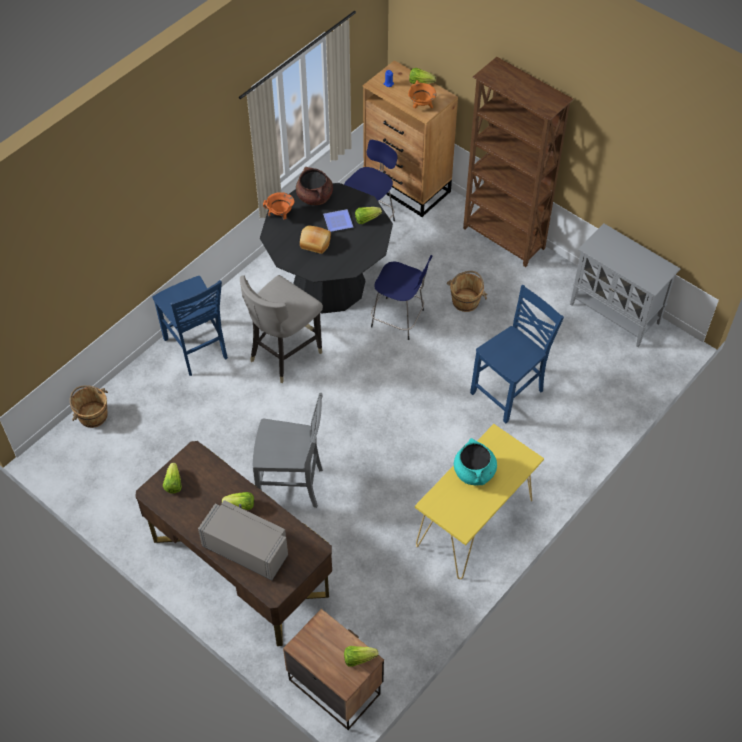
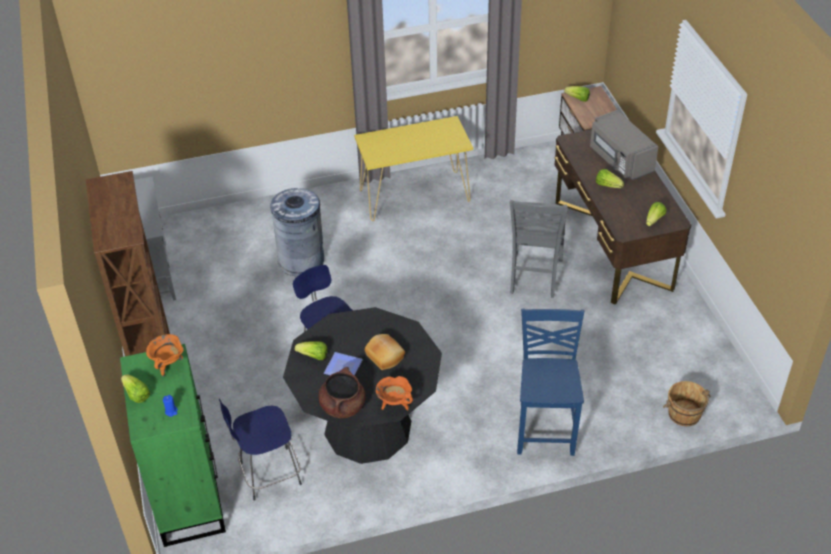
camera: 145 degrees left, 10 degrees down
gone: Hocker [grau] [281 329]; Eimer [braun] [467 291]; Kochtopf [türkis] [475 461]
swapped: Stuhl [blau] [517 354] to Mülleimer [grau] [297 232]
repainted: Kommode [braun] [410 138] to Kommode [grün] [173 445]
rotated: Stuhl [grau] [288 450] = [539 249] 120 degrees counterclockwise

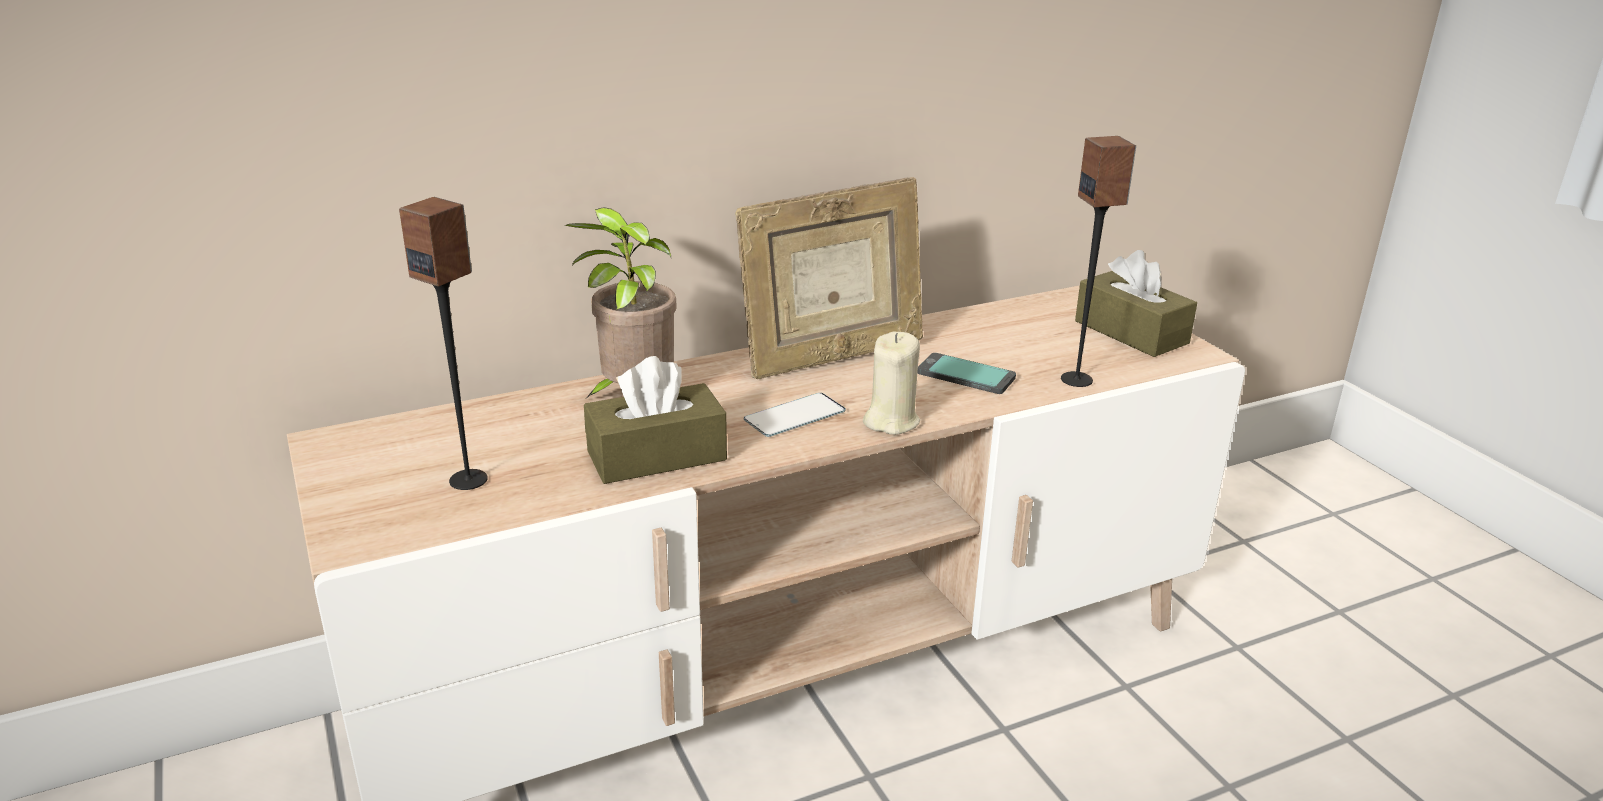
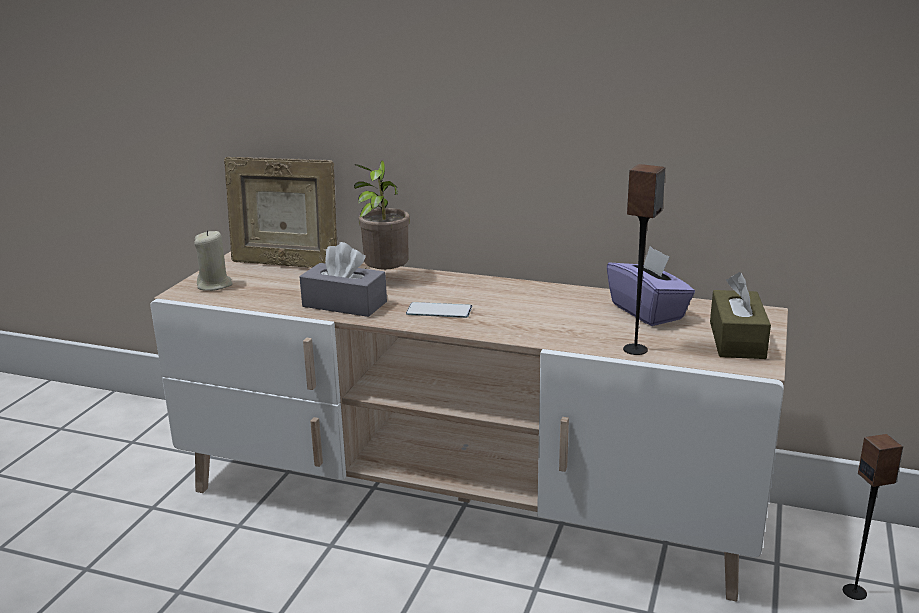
camera: 45 degrees right, 5 degrees down
gone: Handy [966 373]
new: Taschentuchbox [lila] [651 286]
shifted: Lautsprecher [443 343] to [873 517]; Bilderrahmen [829 278] to [280 212]; Kerze [beige] [891 383] to [213 260]
repainted: Taschentuchbox [braun] [655 420] to Taschentuchbox [grau] [343 279]

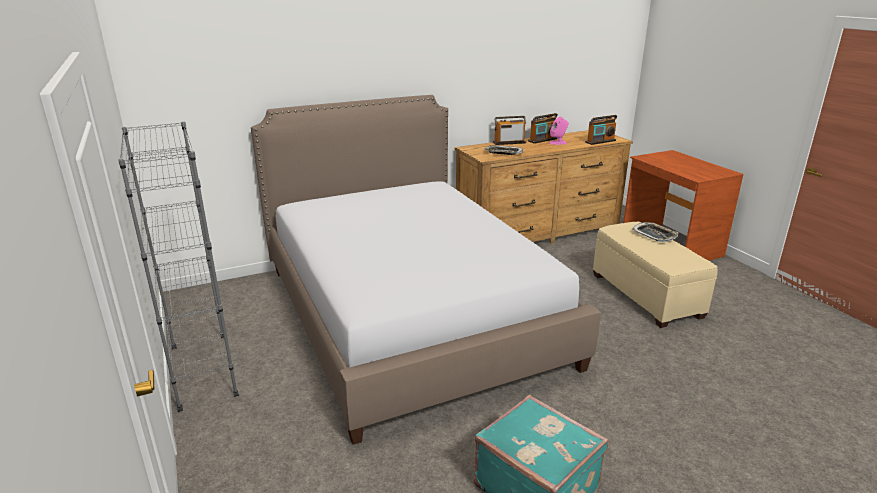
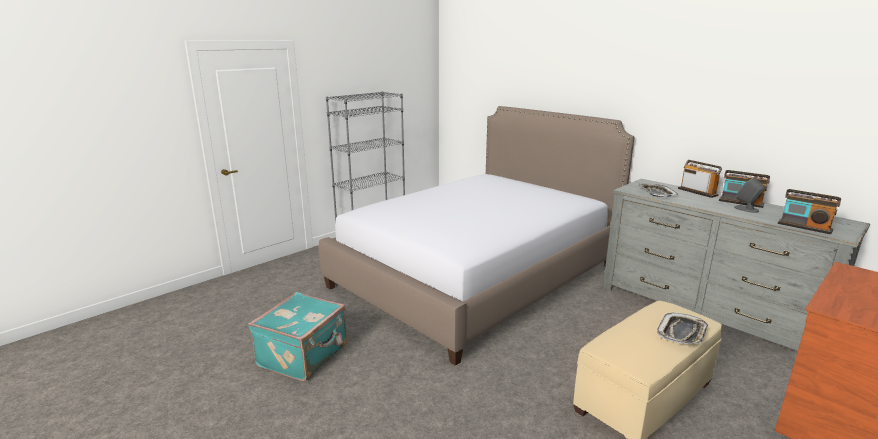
camera: 70 degrees right, 5 degrees down
repainted: Kommode [braun] [544 187] to Kommode [grau] [736 265]; Lautsprecher [rosa] [559 131] to Lautsprecher [grau] [749 195]

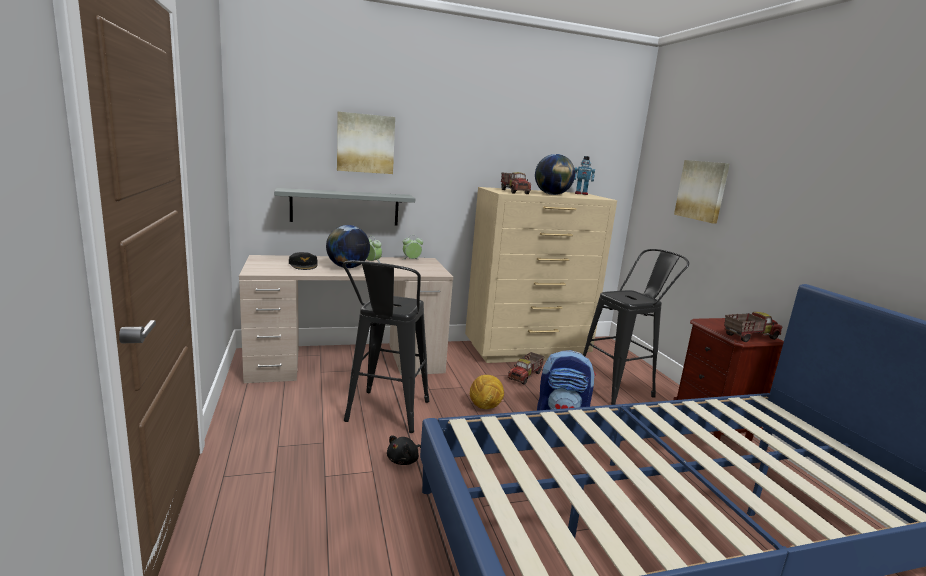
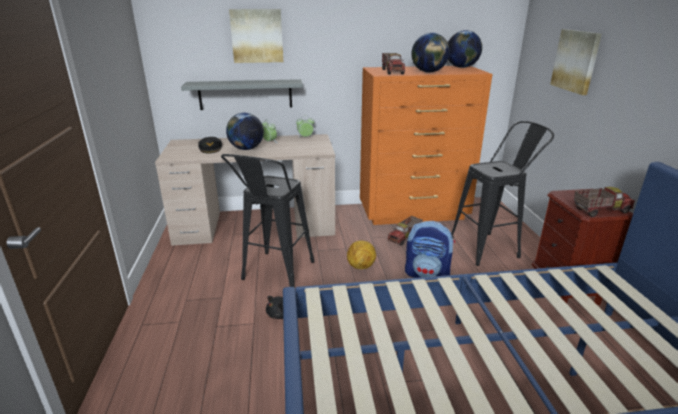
camera: 10 degrees right, 10 degrees up
swapped: Spielzeugroboter [584 175] to Globus [465 49]
repainted: Kommode [beige] [541 275] to Kommode [orange] [426 145]

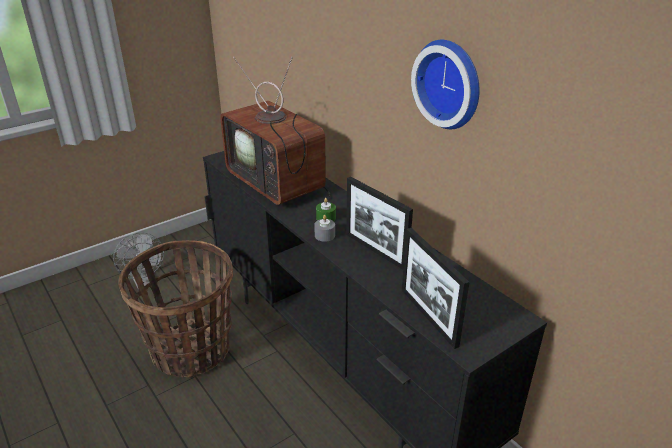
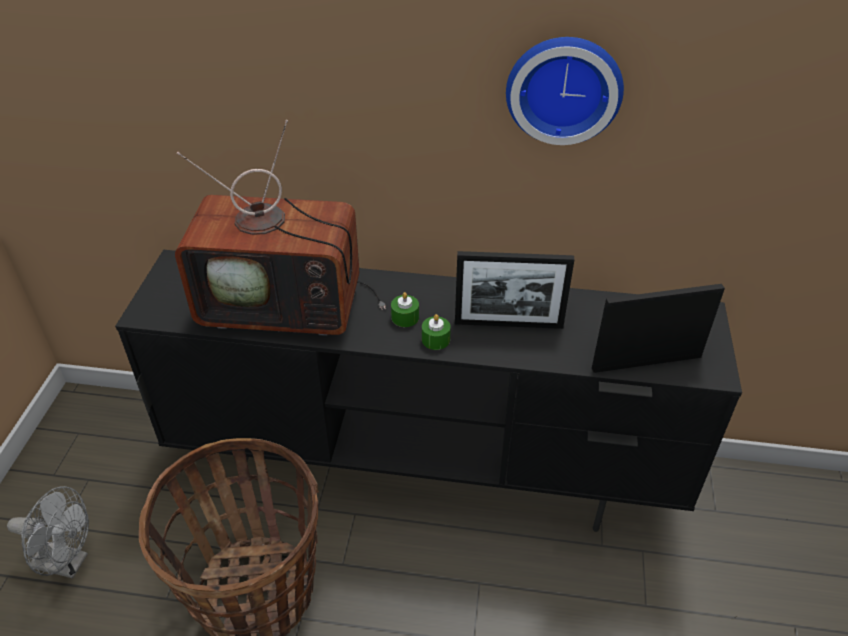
camera: 45 degrees left, 10 degrees up
repainted: Kerze [grau] [324 228] to Kerze [grün] [436 332]
rotated: Bilderrahmen [435 288] = [658 328] 150 degrees clockwise

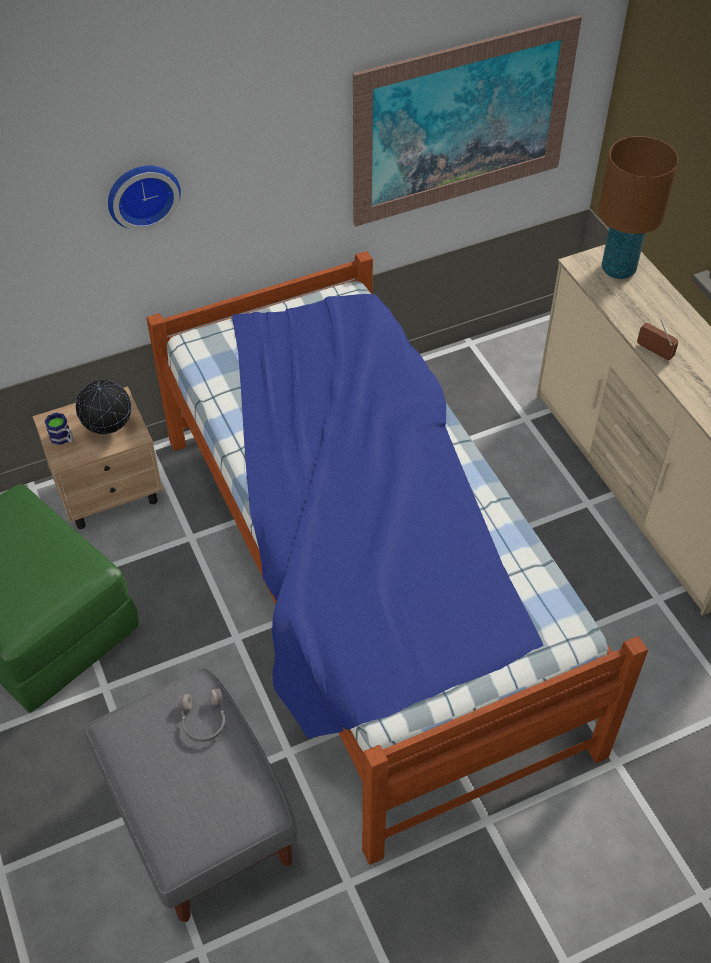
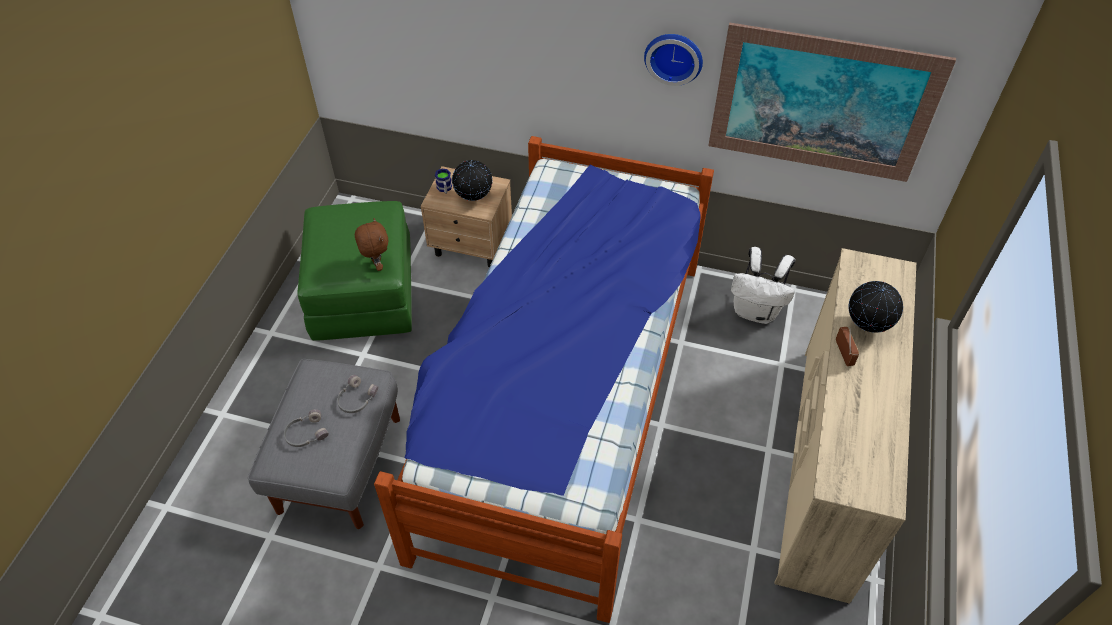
camera: 40 degrees right, 0 degrees up
gone: Tischlampe [braun] [638 207]
new: Kopfhörer [grau] [306 428]; Plüschtier [braun] [371 244]; Rucksack [weiß] [763 285]; Globus [875 307]
shifted: Wanduhr [144 198] to [673 60]

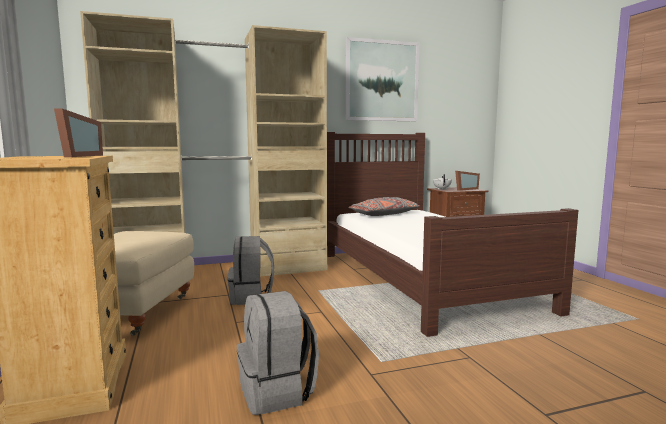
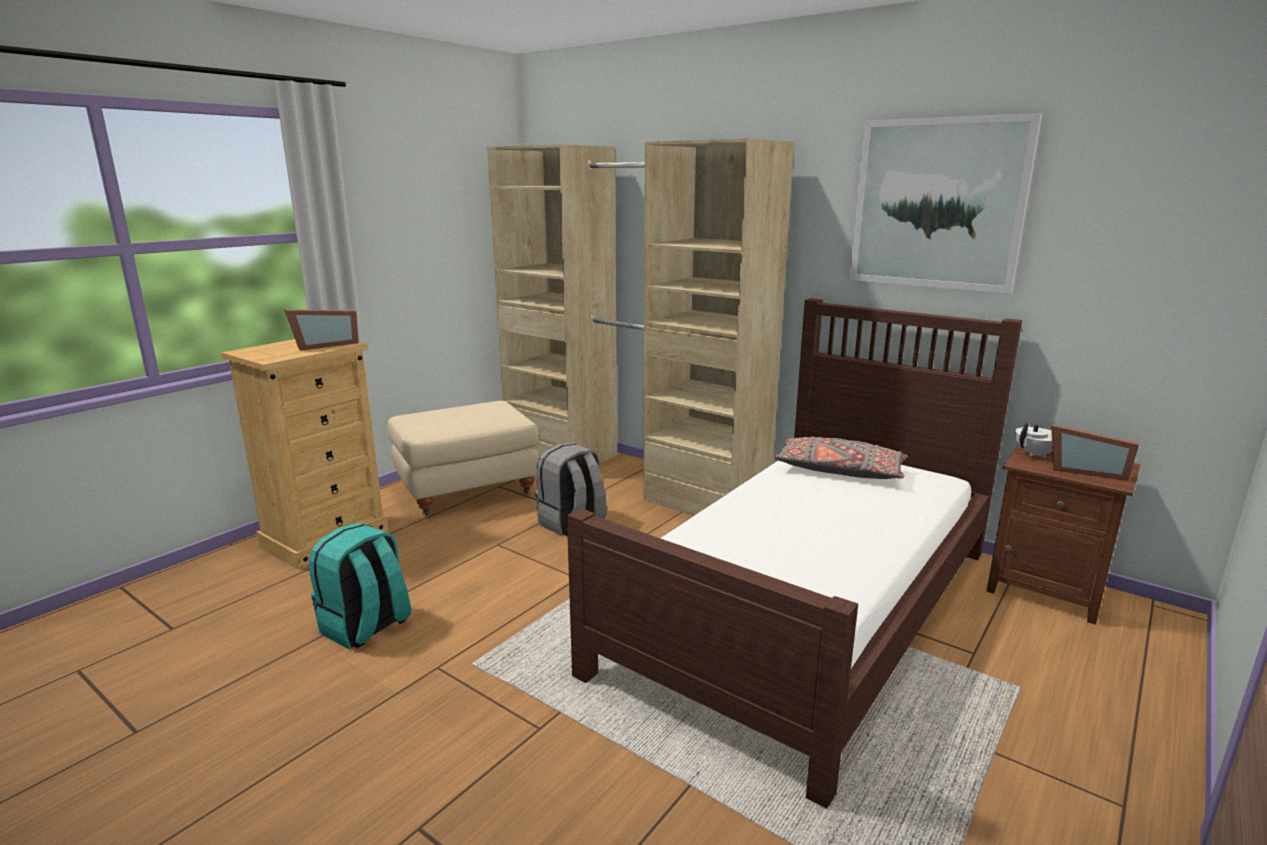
camera: 55 degrees right, 10 degrees up
repainted: Rucksack [grau] [278 353] to Rucksack [türkis] [360 586]

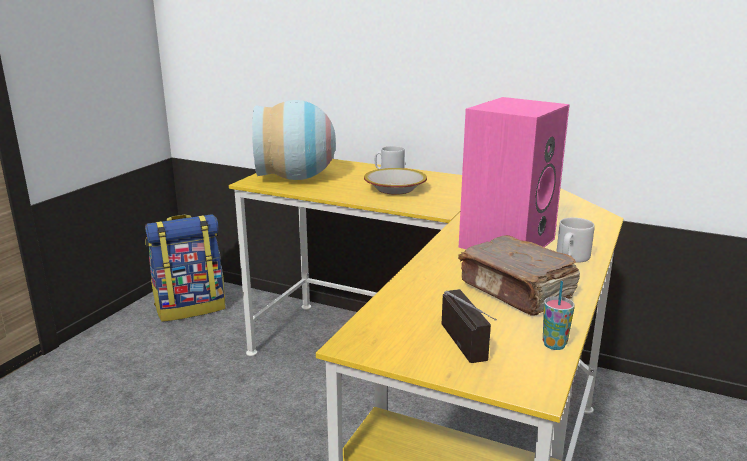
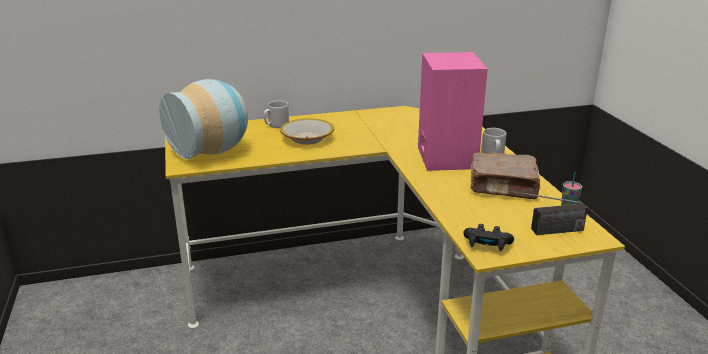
camera: 40 degrees left, 5 degrees up
gone: Rucksack [185 268]
new: Gamepad [schwarz] [488 238]
rotated: Radio [469 326] = [549 213] 135 degrees clockwise

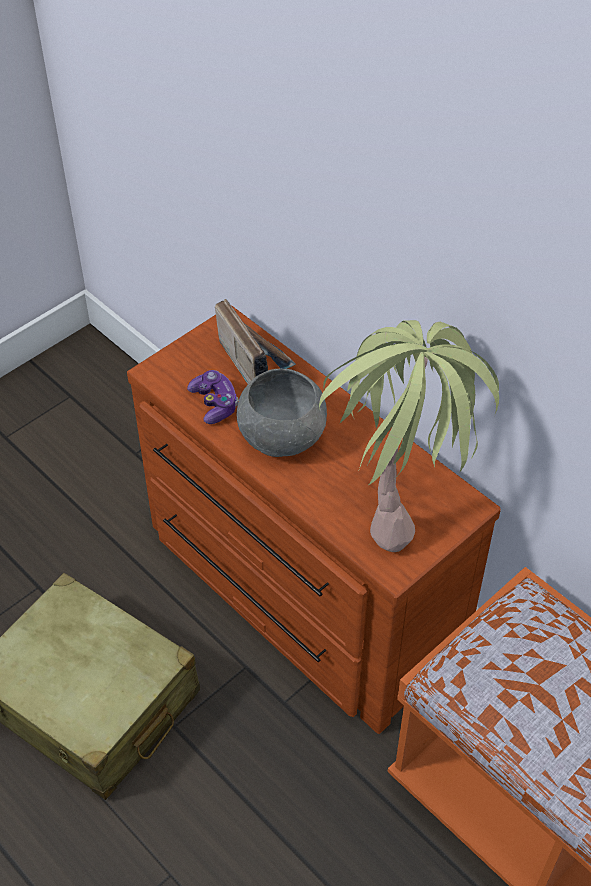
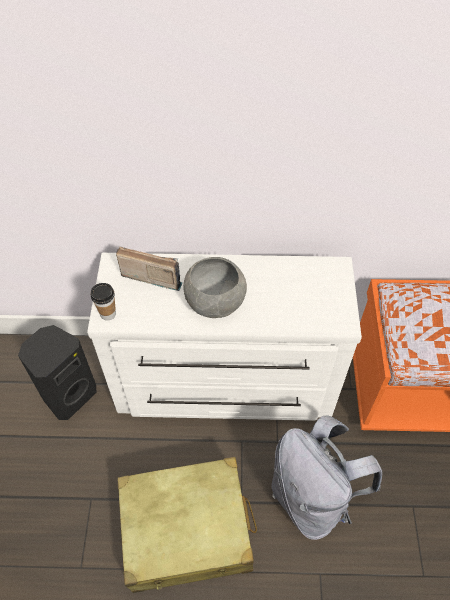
camera: 45 degrees left, 5 degrees up
gone: Gamepad [213 397]; Topfpflanze [409 436]
new: Lautsprecher [schwarz] [57 372]; Tasse [103 302]; Rucksack [grau] [326 477]
repainted: Kommode [braun] [314 520] to Kommode [weiß] [224 337]

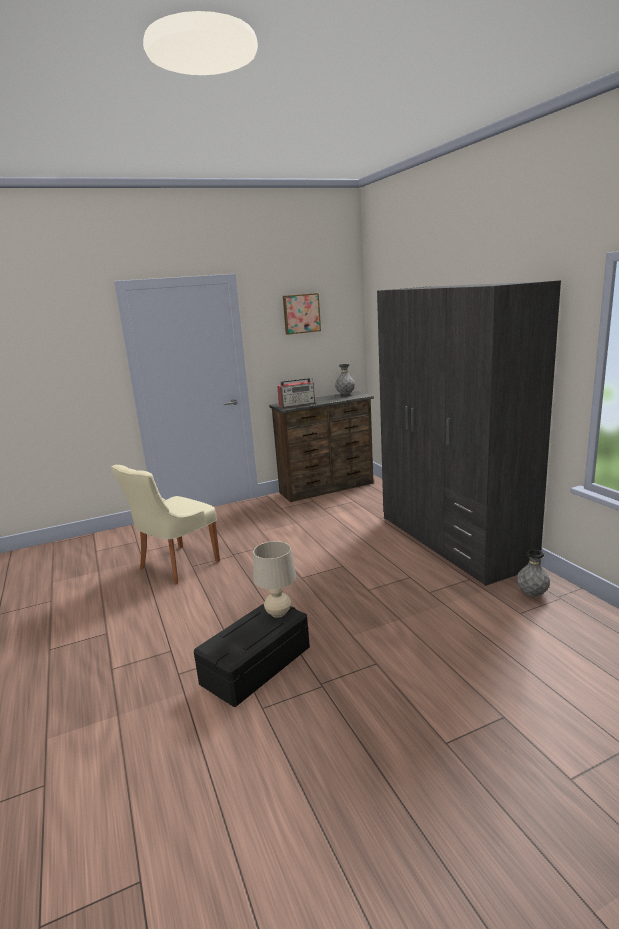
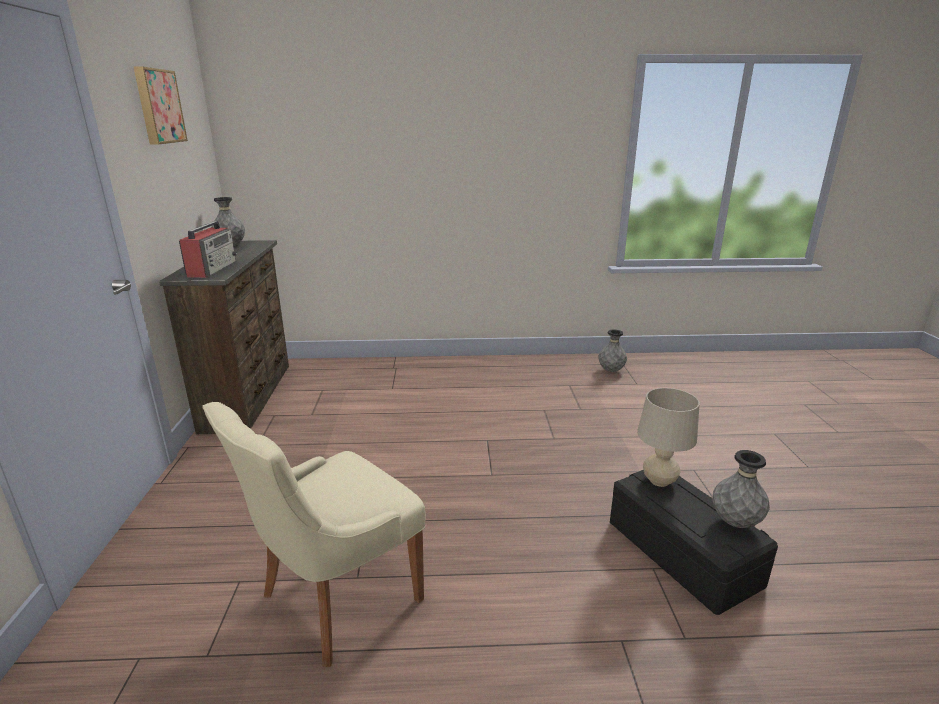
camera: 70 degrees left, 5 degrees up
gone: Kleiderschrank [grau] [469 433]
new: Vase [grau] [741 489]
rotated: Stuhl [beige] [165 525] = [314 534] 75 degrees clockwise

